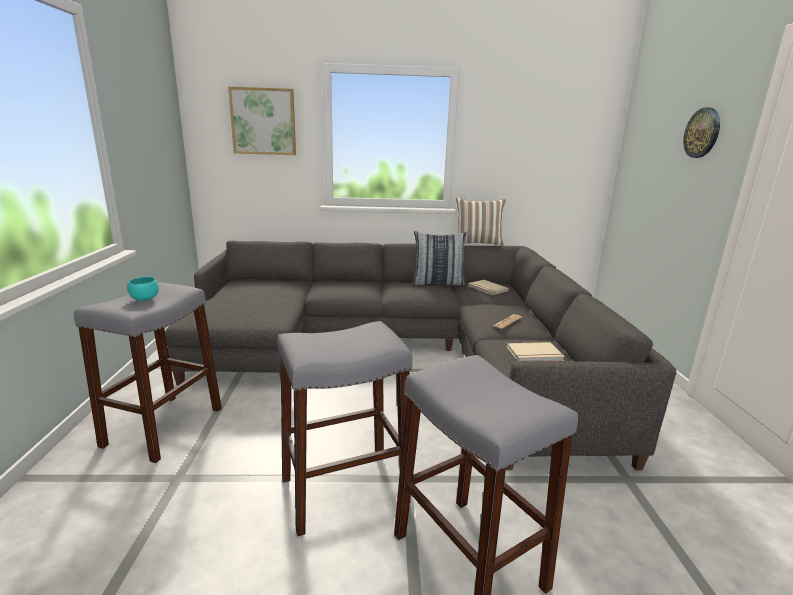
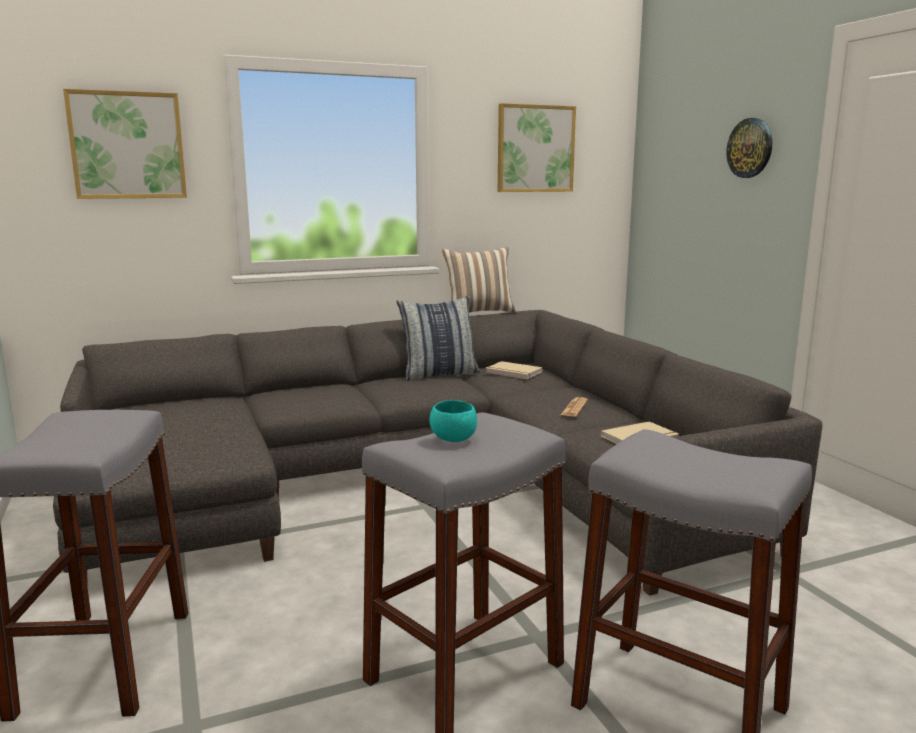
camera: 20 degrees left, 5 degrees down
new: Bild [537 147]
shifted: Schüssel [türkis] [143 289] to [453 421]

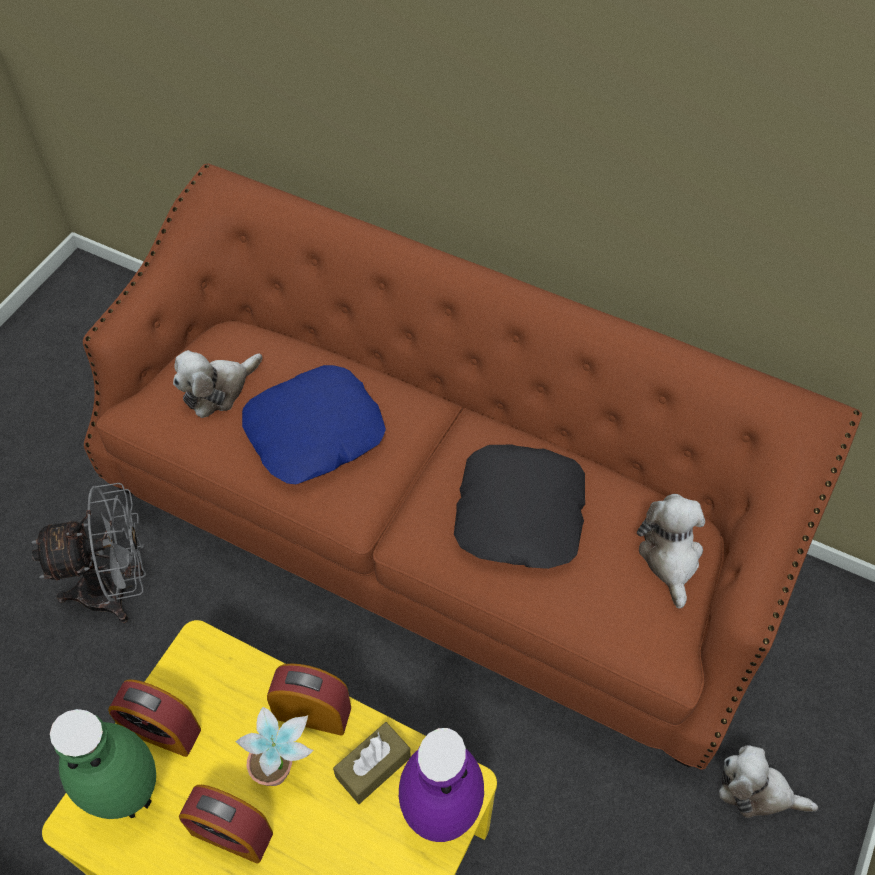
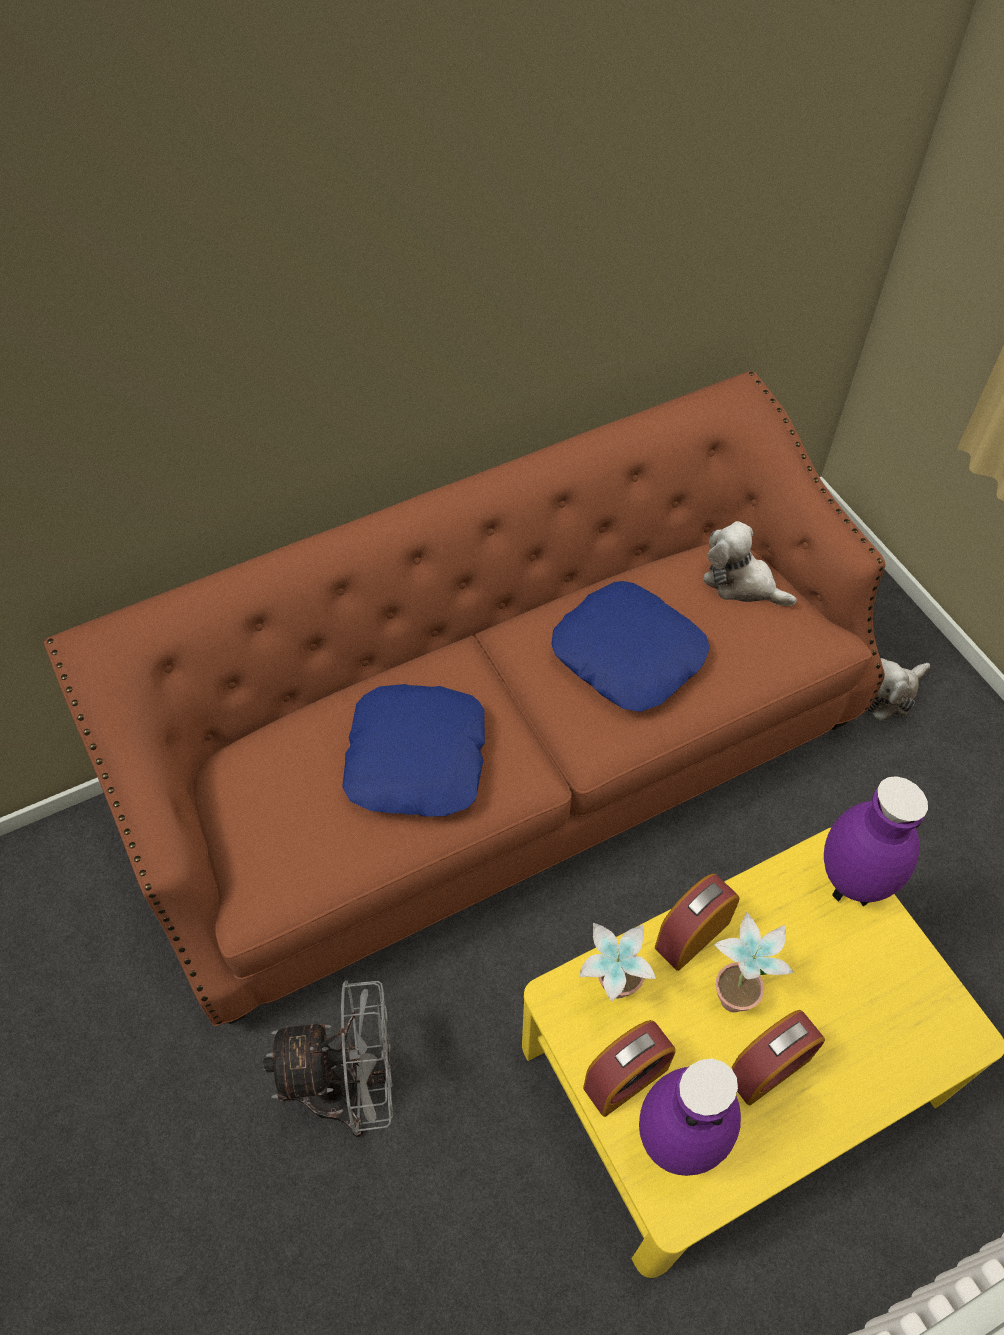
camera: 55 degrees left, 0 degrees up
gone: Plüschtier [217 384]; Taschentuchbox [braun] [372 763]
new: Topfpflanze [618 962]
repainted: Vase [grün] [103 764] to Vase [lila] [690 1117]; Kissen [schwarz] [519 506] to Kissen [blau] [630 646]
rotated: Ventilator [grau] [88 553] = [328 1059] 60 degrees clockwise

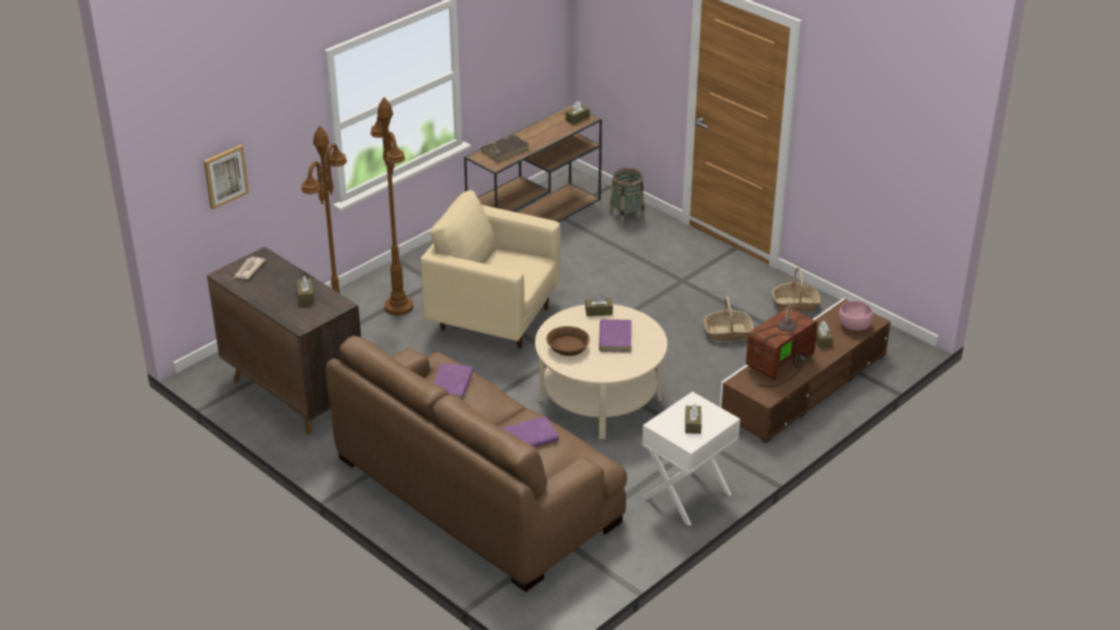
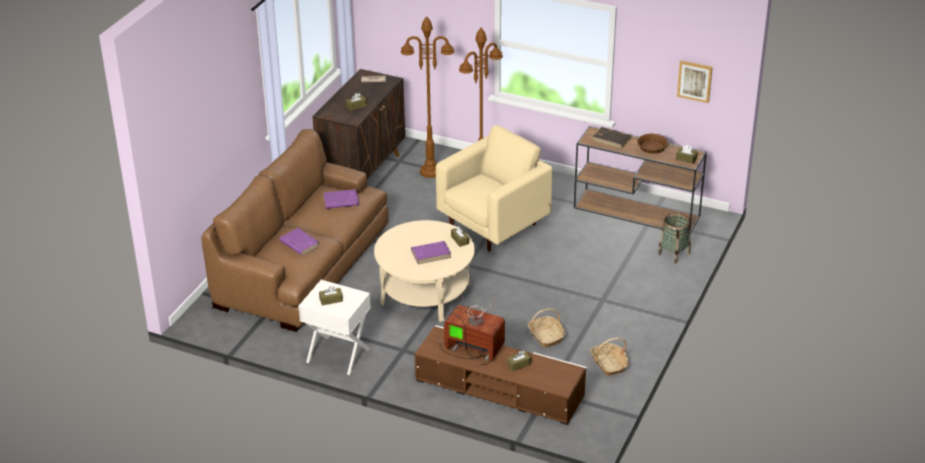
camera: 70 degrees right, 0 degrees up
gone: Schüssel [rosa] [856 316]
shifted: Bild [226 177] to [695 82]; Schüssel [braun] [568 341] to [652 143]
rotated: Sessel [beige] [491 269] = [494 188] 45 degrees clockwise

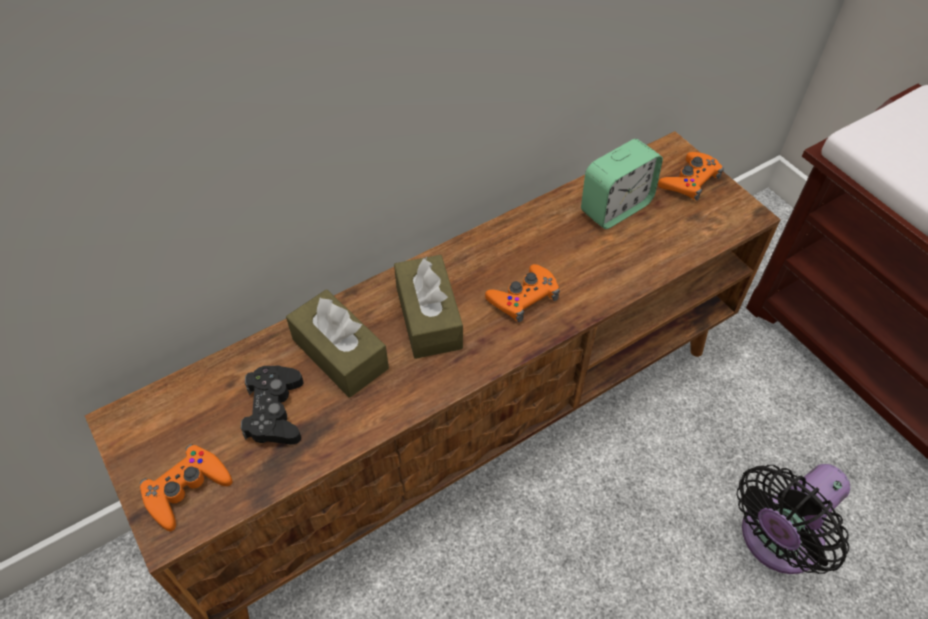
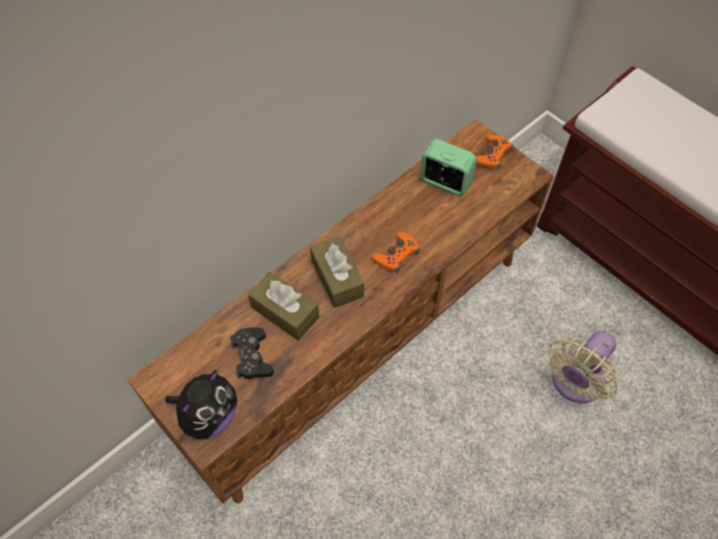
camera: 10 degrees left, 5 degrees up
swapped: Gamepad [orange] [186 487] to Plüschtier [201 404]
repainted: Ventilator [schwarz] [793 519] to Ventilator [beige] [583 367]
rotated: Wecker [622 184] = [448 167] 105 degrees counterclockwise

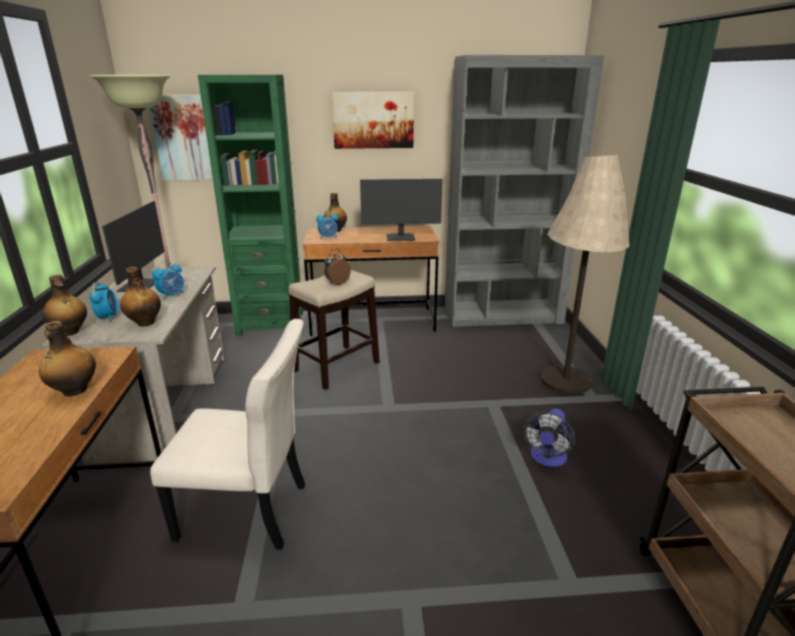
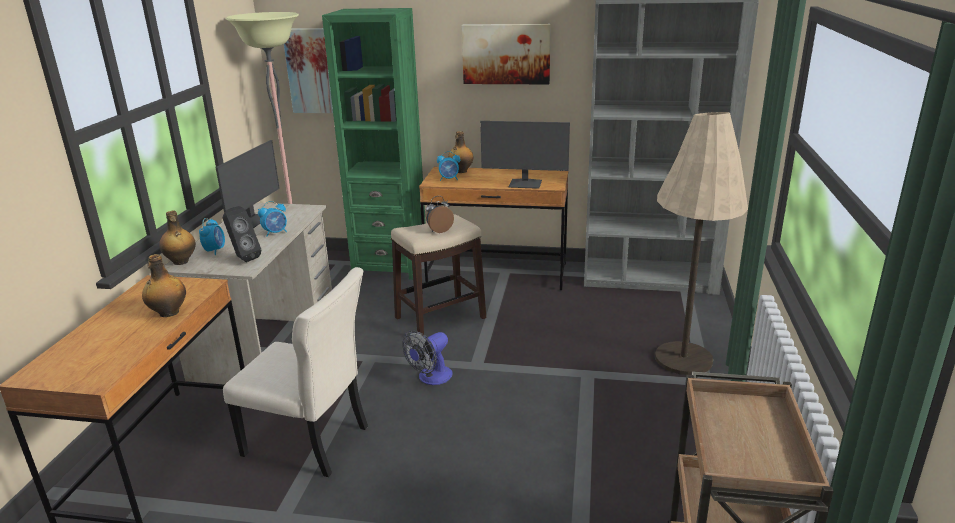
camera: 15 degrees right, 0 degrees up
shifted: Ventilator [549 437] to [427 357]
swapped: Flasche [140 296] to Lautsprecher [schwarz] [242 234]

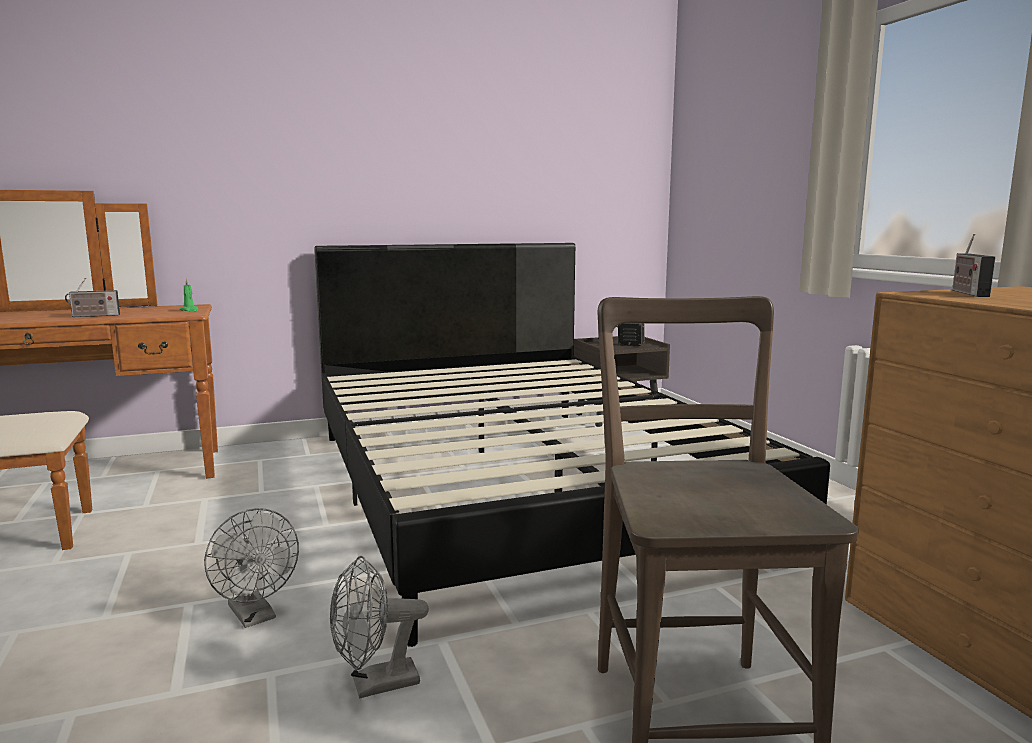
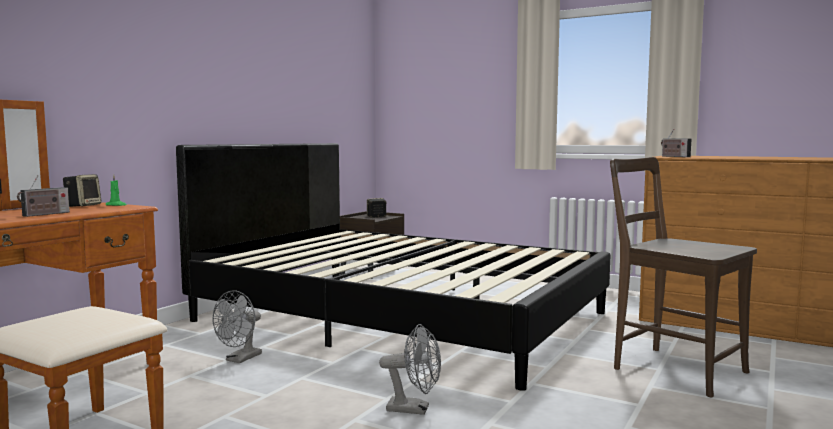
camera: 40 degrees left, 5 degrees down
new: Lautsprecher [82 190]
shifted: Ventilator [grau] [379 627] to [237 326]

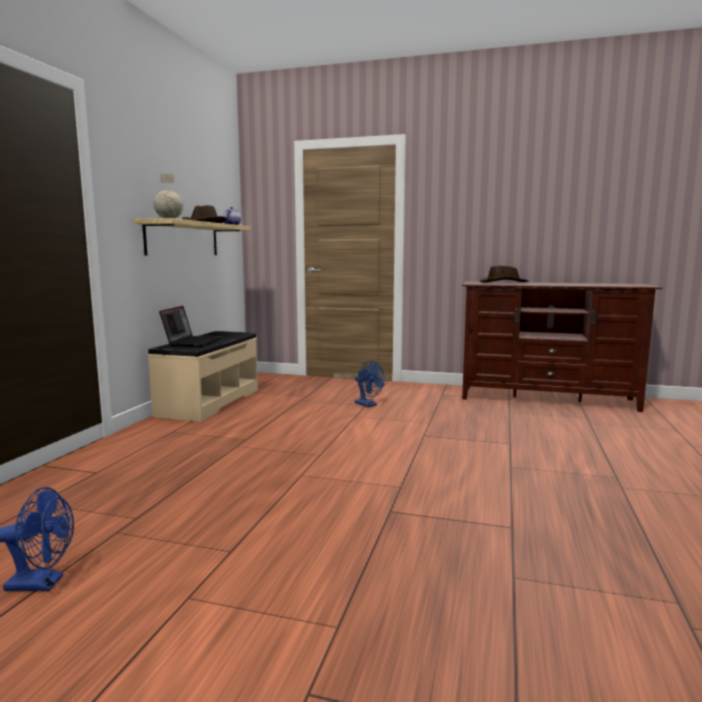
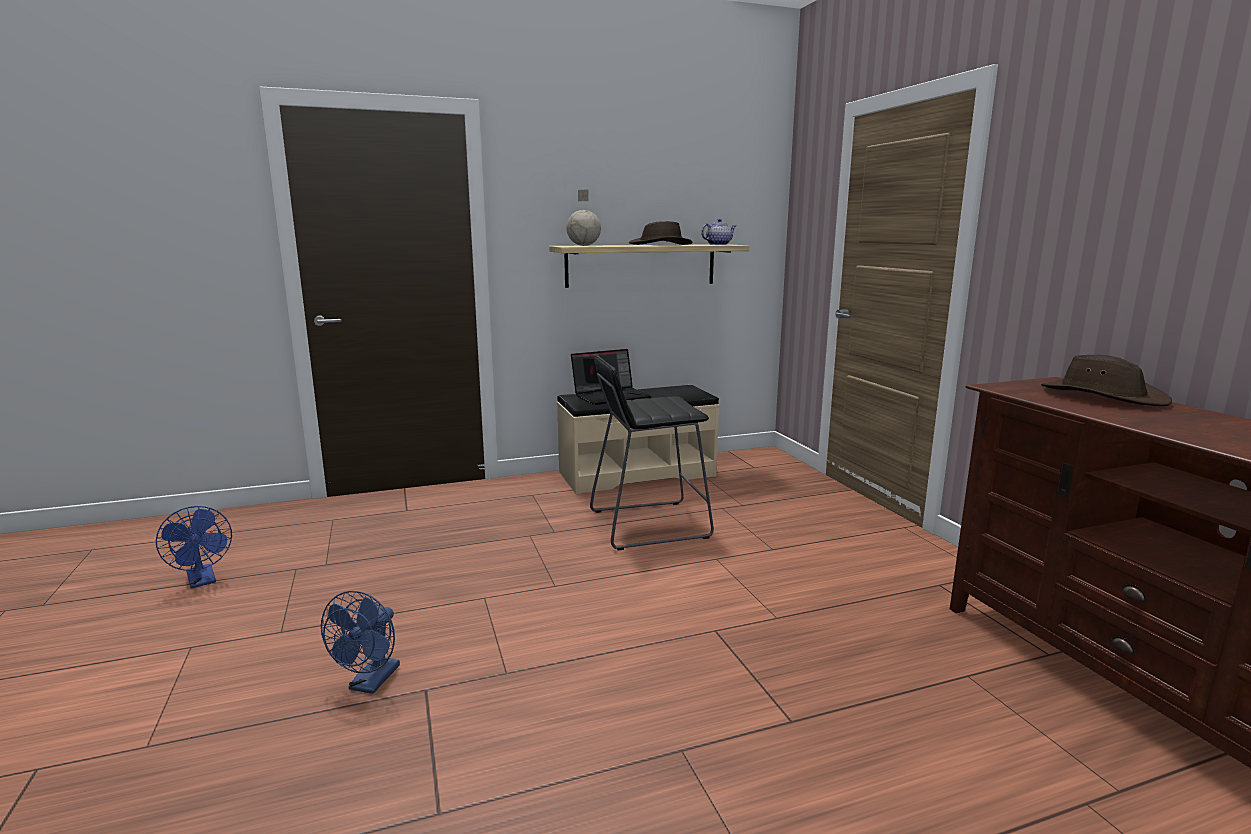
camera: 55 degrees right, 5 degrees up
new: Hocker [schwarz] [652 453]
shifted: Ventilator [blau] [370 384] to [360 642]

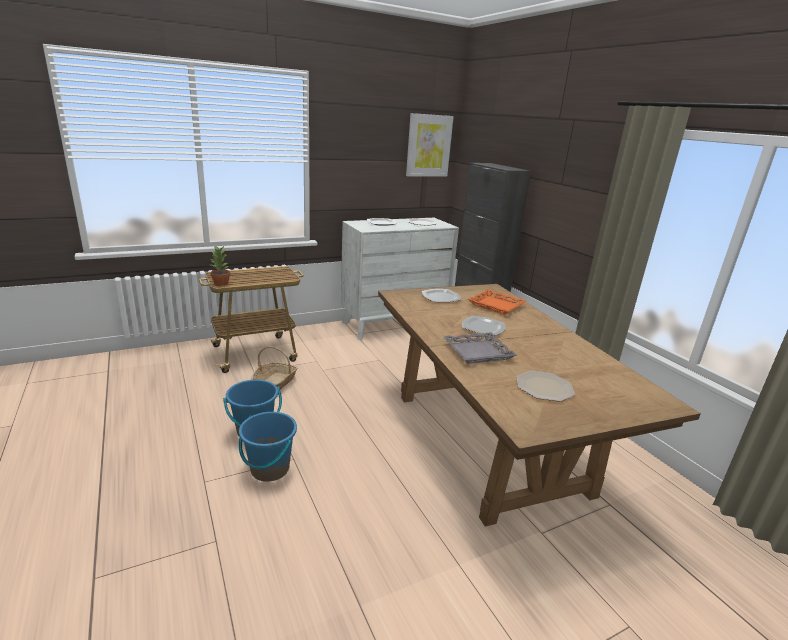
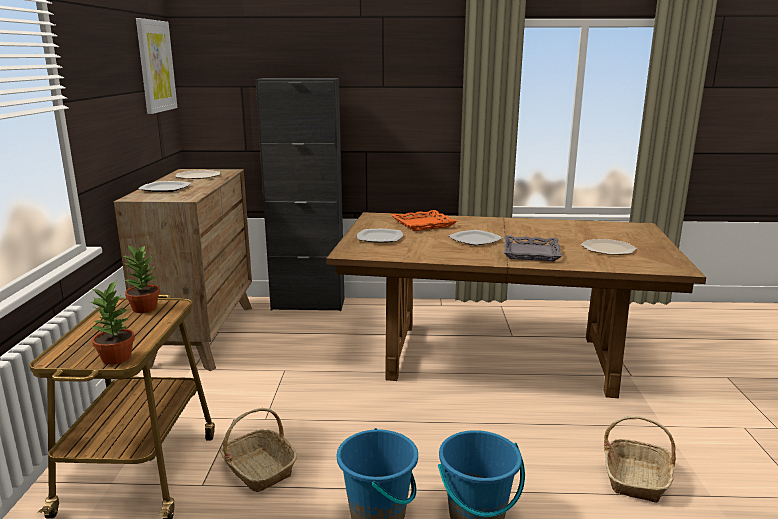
camera: 60 degrees left, 5 degrees down
new: Topfpflanze [140 279]; Korb [640 459]
repainted: Kommode [weiß] [400 279] to Kommode [braun] [183 270]

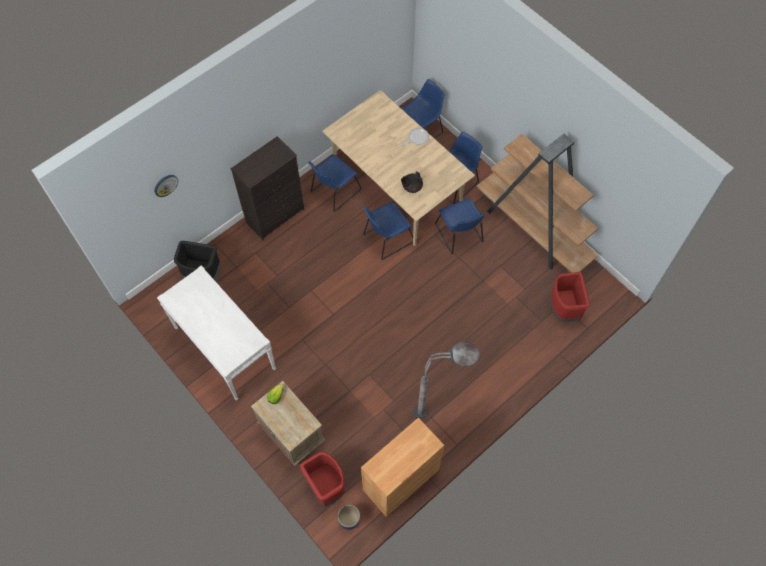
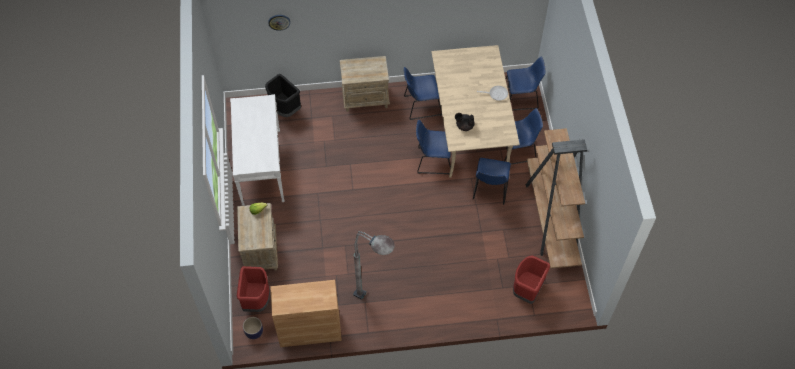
camera: 35 degrees right, 5 degrees down
swapped: Kommode [schwarz] [267 188] to Nachttisch [beige] [365 84]

